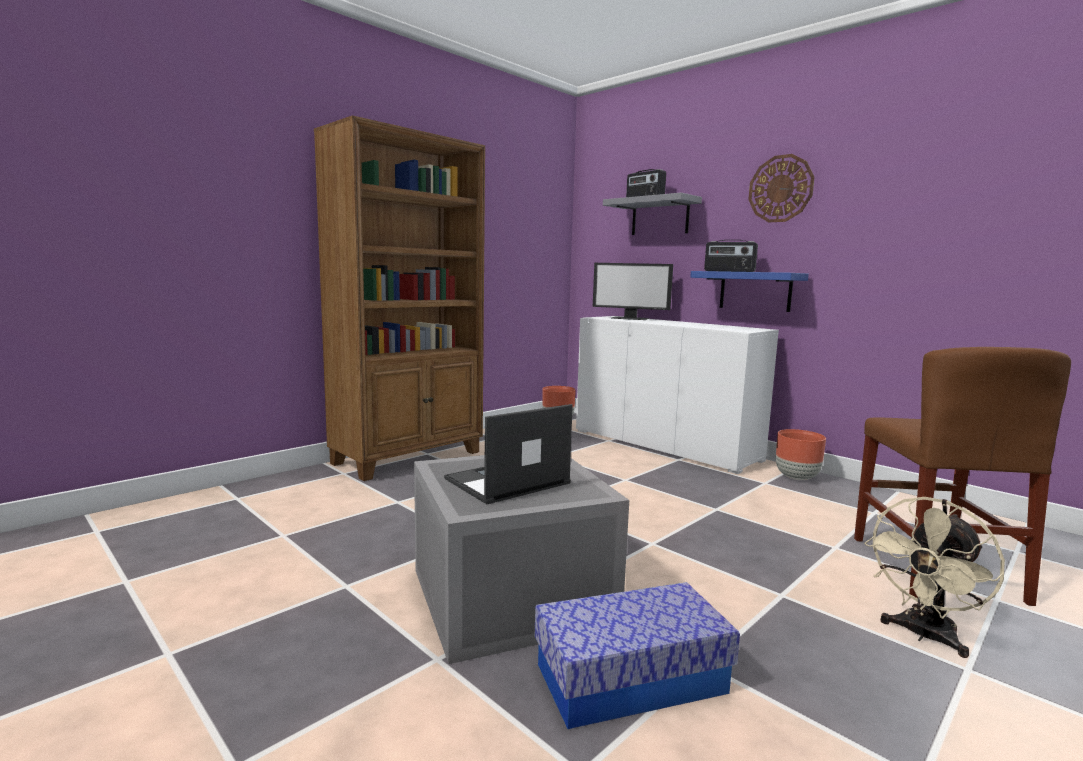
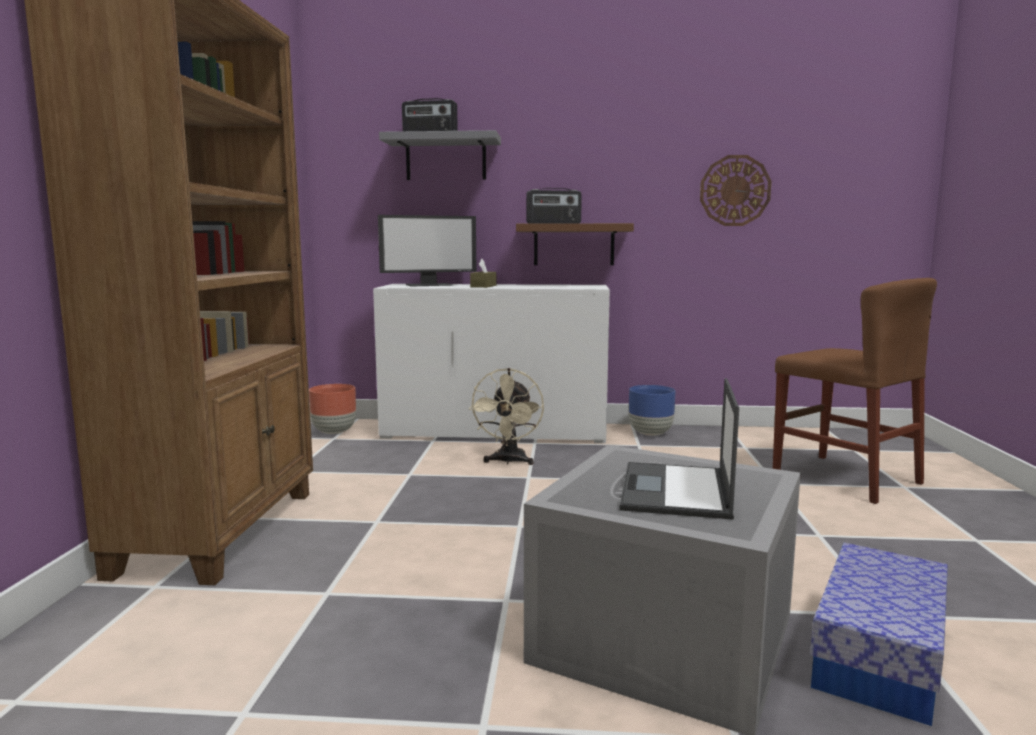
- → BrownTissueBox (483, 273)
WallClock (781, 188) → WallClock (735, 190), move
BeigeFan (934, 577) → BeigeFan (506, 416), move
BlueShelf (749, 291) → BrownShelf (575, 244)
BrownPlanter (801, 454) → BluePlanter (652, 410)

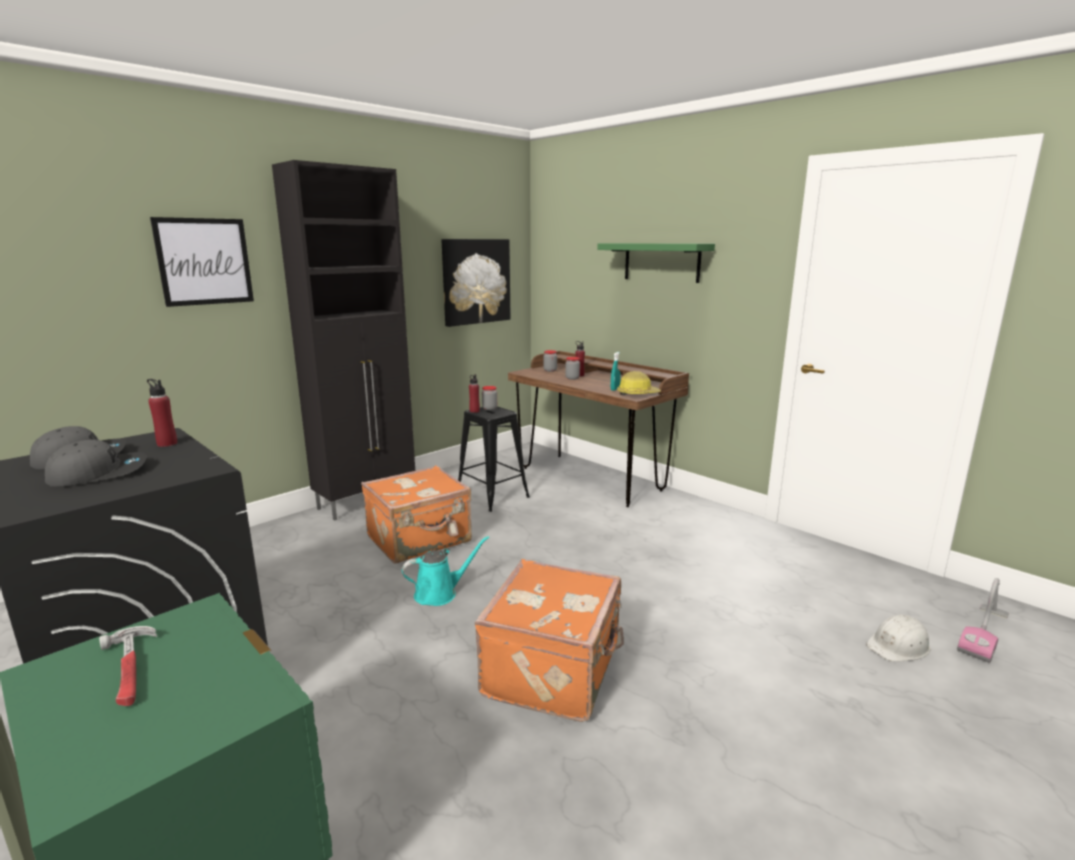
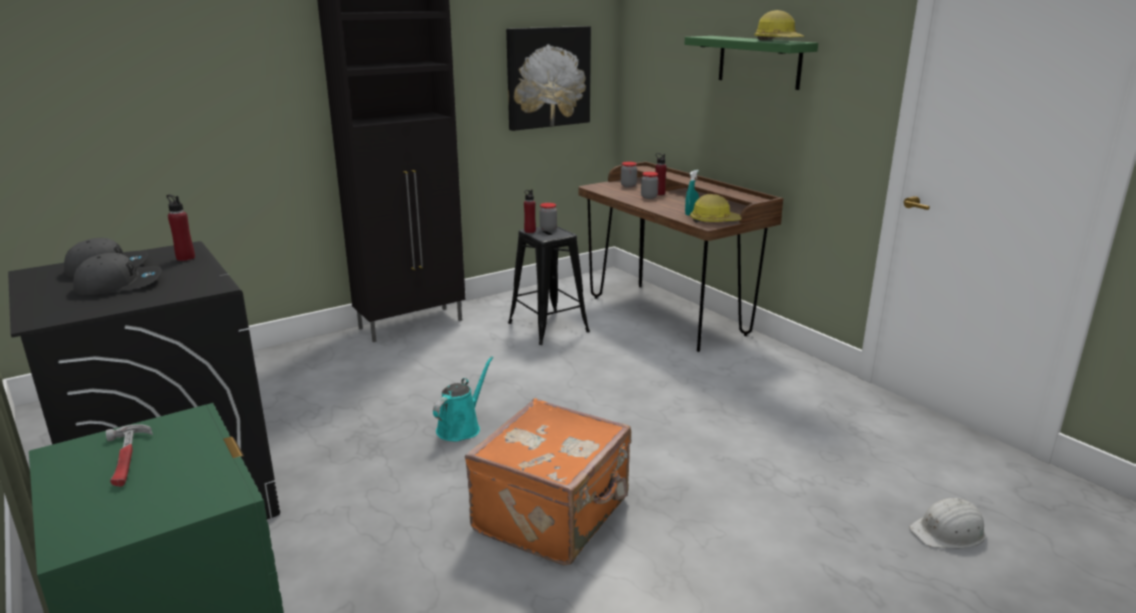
Picture (202, 262) → -
OrangeSuitcase (416, 514) → -
VacuumCleaner (983, 620) → -
- → HardHat (779, 25)
TurquoiseWateringCan (445, 571) → TurquoiseWateringCan (463, 398), 45 degrees counterclockwise

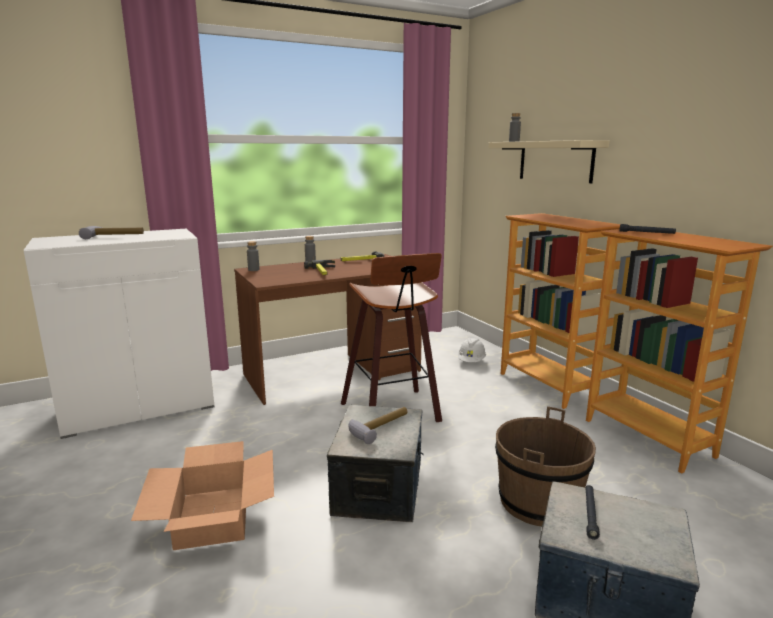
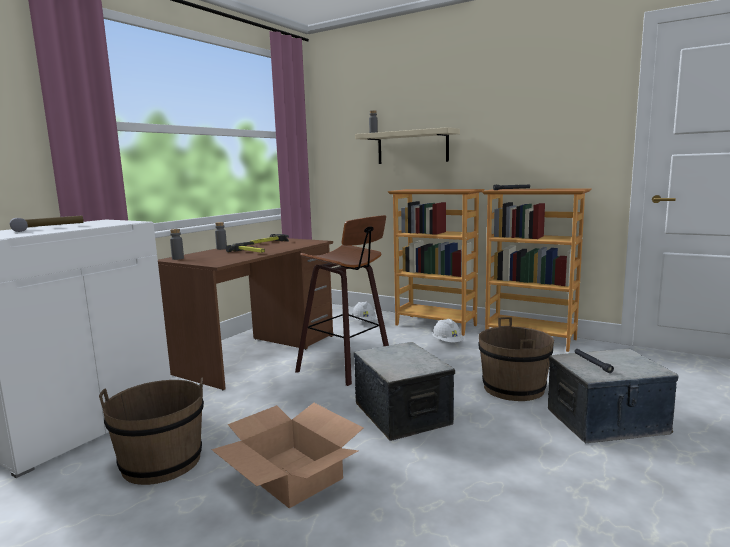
Hammer (377, 425) → -
- → BrownBucket (151, 431)
- → WhiteHardHat (448, 330)

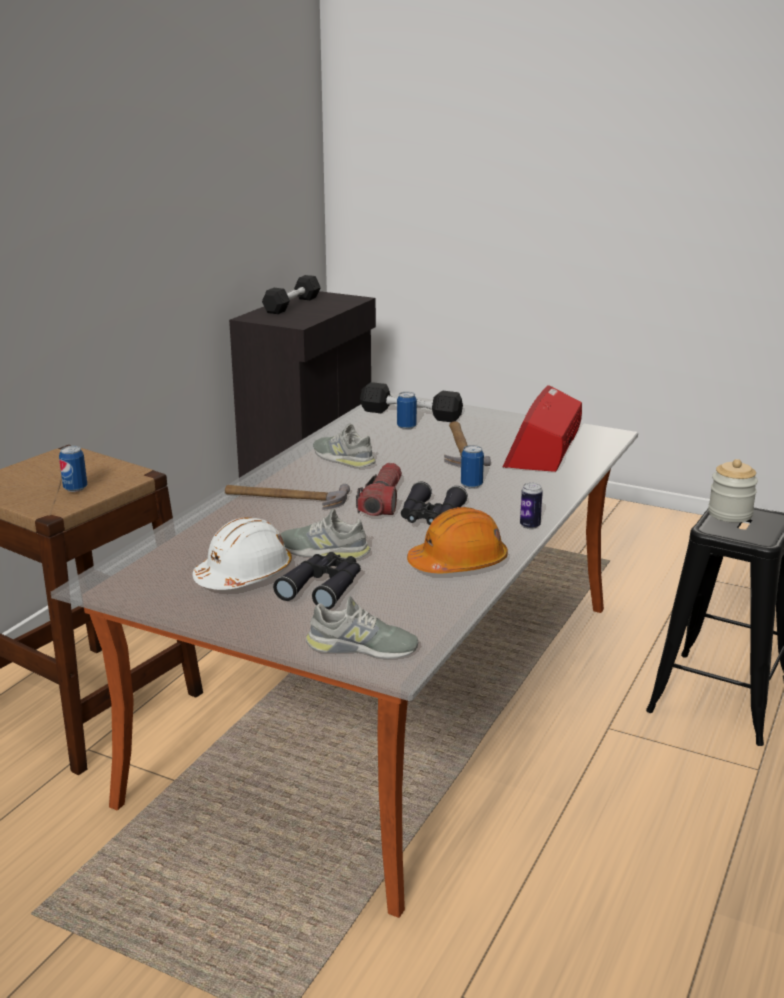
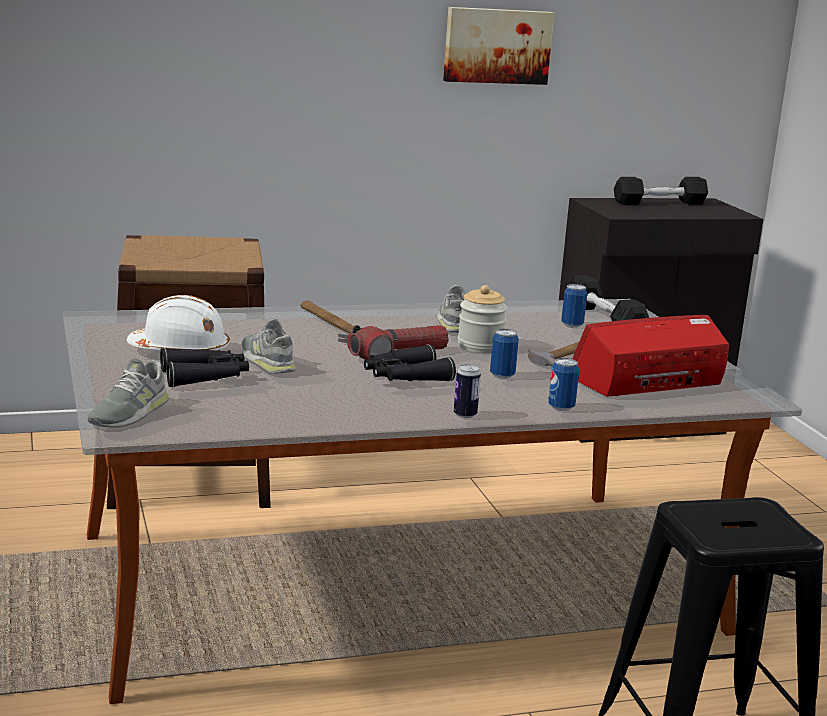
OrangeHardHat (457, 540) → -
- → Picture (498, 46)
Can (73, 469) → Can (563, 384), move
Jar (733, 491) → Jar (482, 319), move
GreyShoe (362, 627) → GreyShoe (128, 393), 60 degrees clockwise

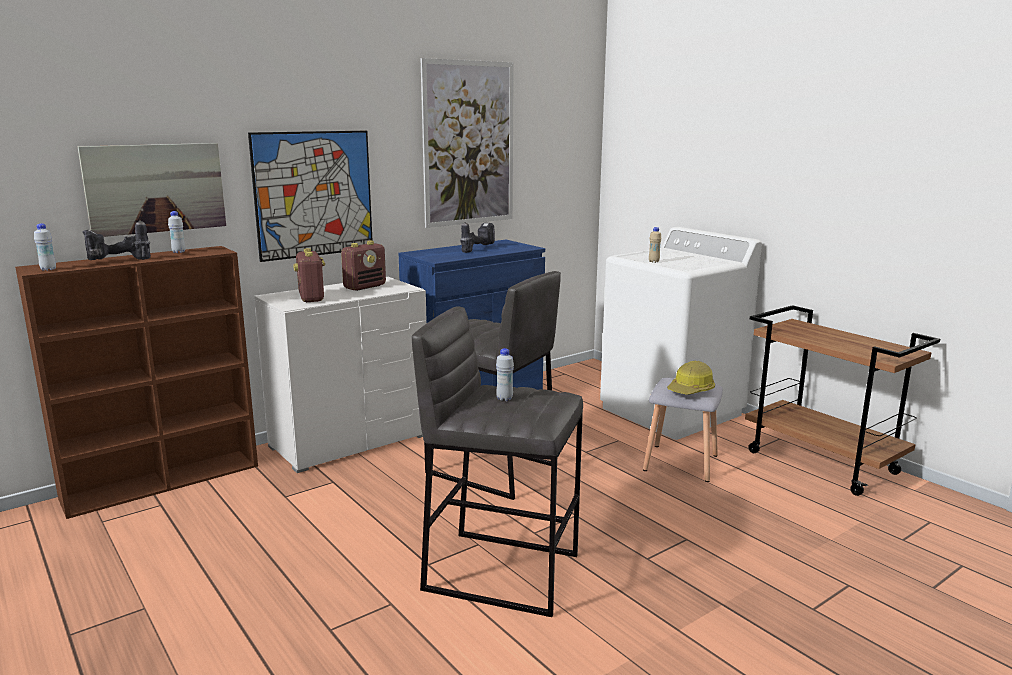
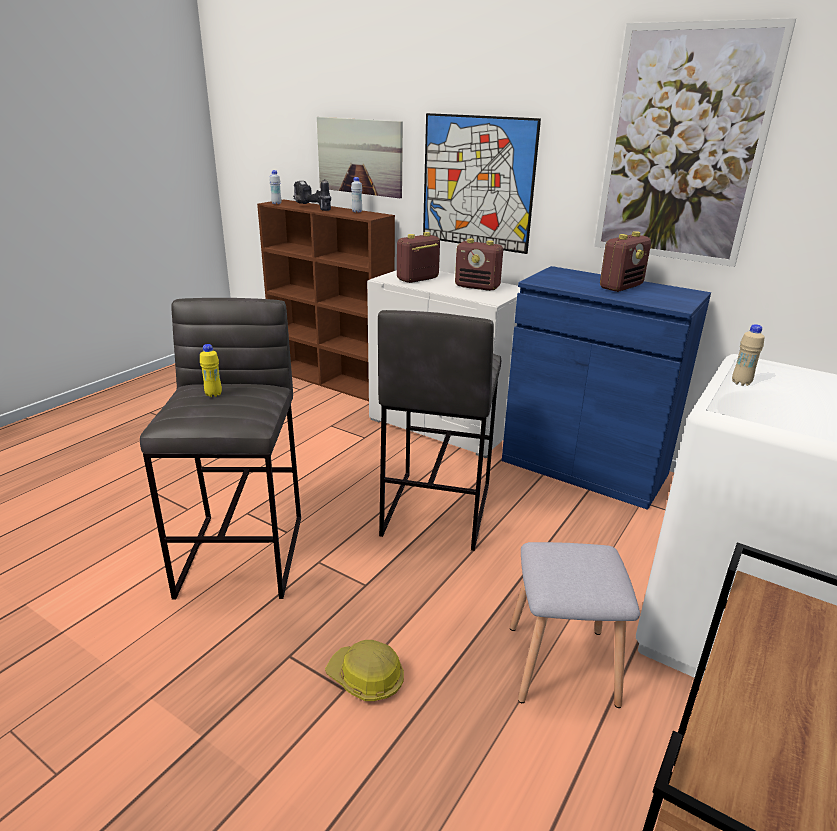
HardHat (691, 377) → HardHat (364, 670), move
PowerDrill (477, 237) → Radio (625, 261)
WhiteBottle (505, 374) → YellowBottle (211, 370)

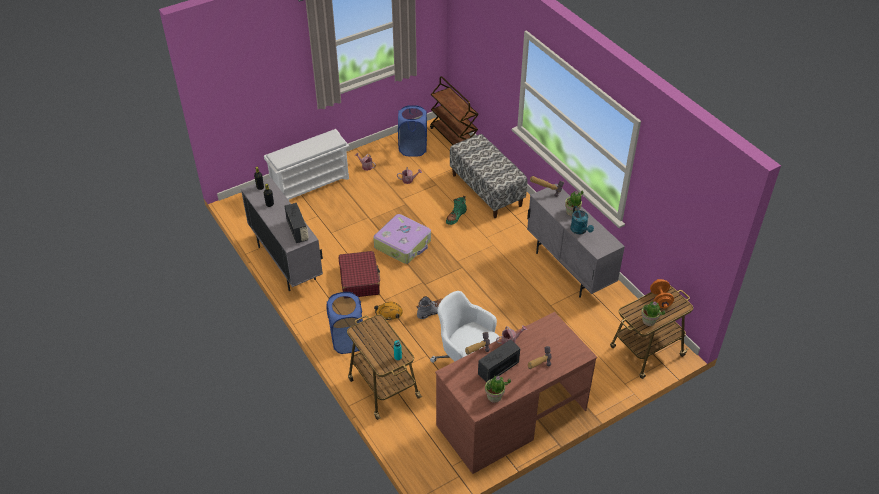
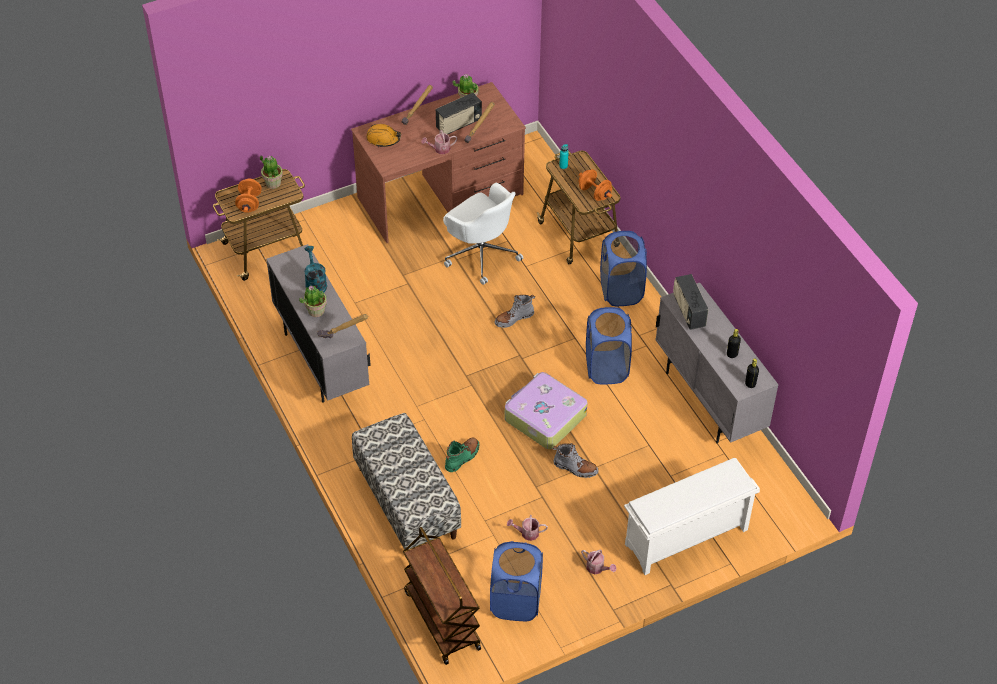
- → GreyBoot (576, 460)
- → OrangeDumbbell (595, 185)
OrangeHardHat (388, 311) → OrangeHardHat (383, 135), move
RedSuitcase (359, 274) → BlueLaundryBasket (609, 345)

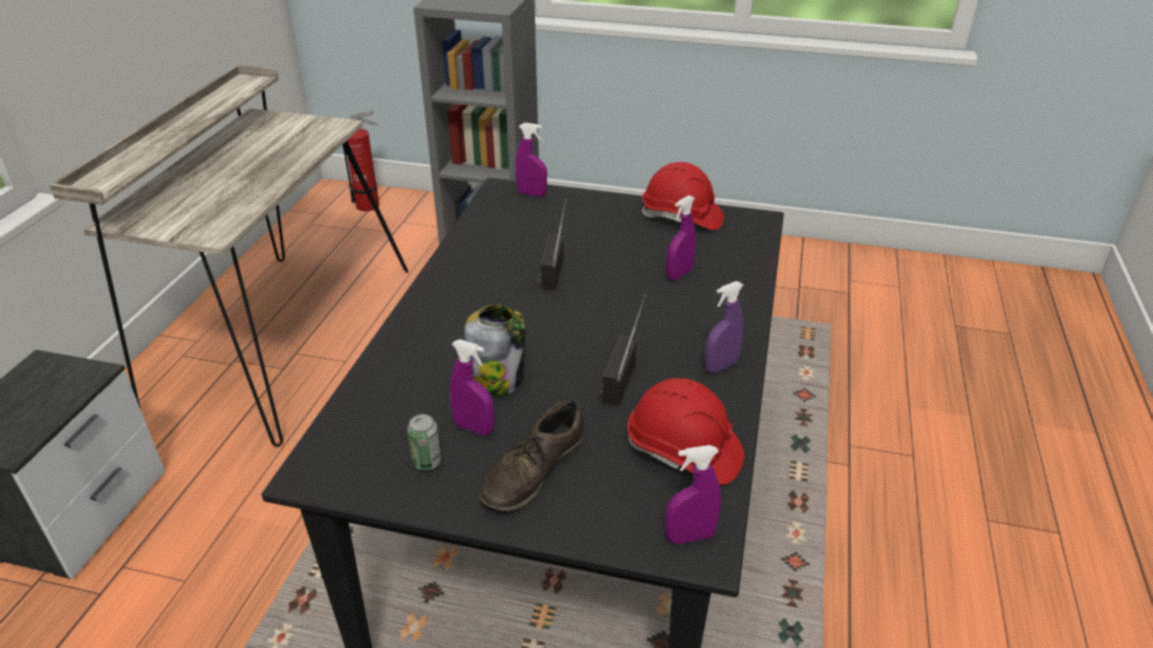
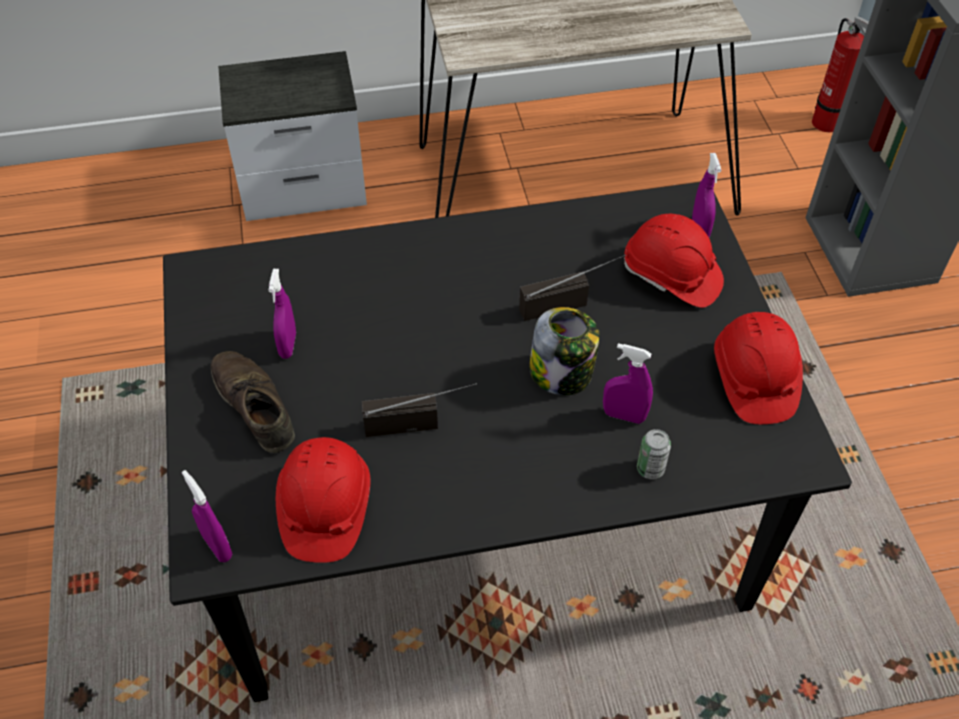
PurpleSprayBottle (723, 327) → -
- → RedHardHat (674, 261)
Can (424, 442) → Can (654, 454), move
Jar (495, 351) → Jar (564, 351), move
BrownShoe (531, 455) → BrownShoe (253, 402), 45 degrees clockwise

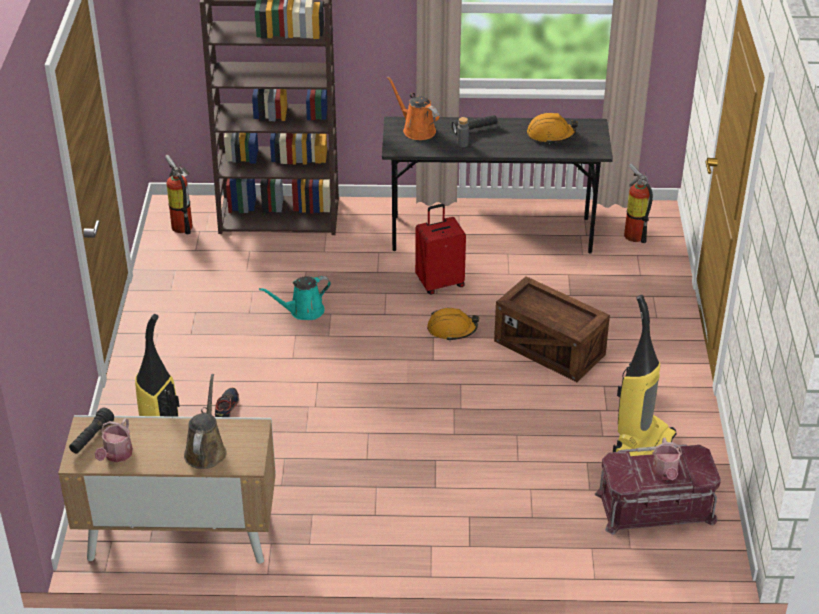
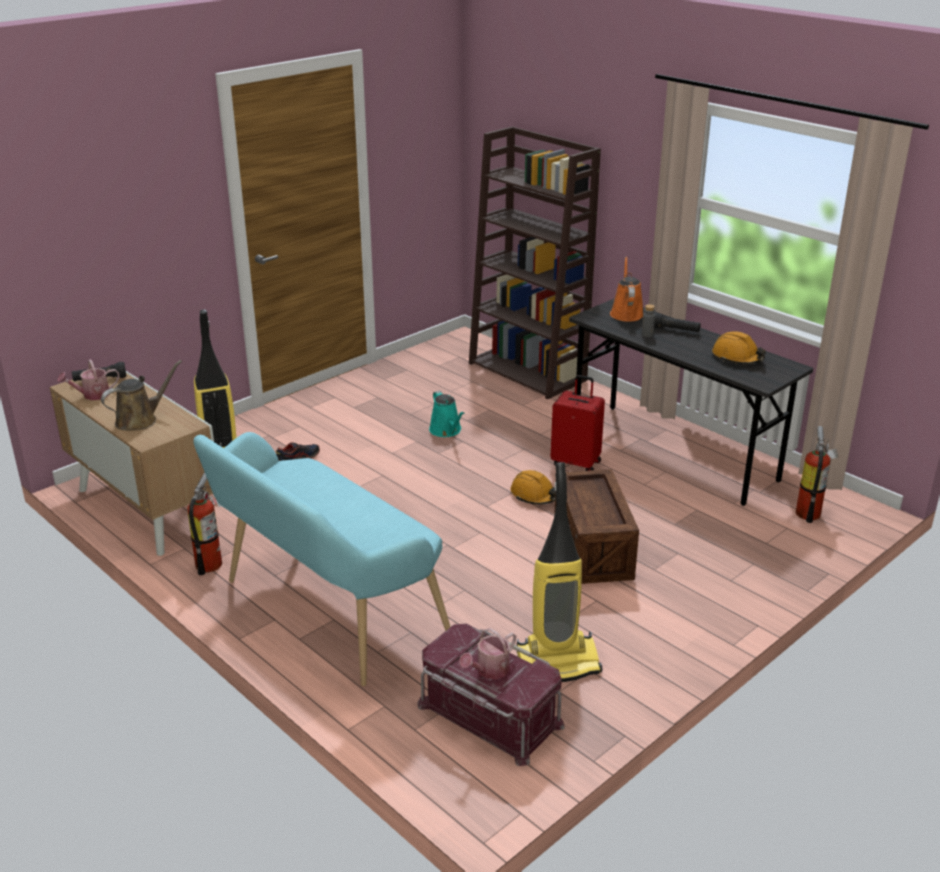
- → TurquoiseBench (321, 559)
FireExtinguisher (179, 194) → FireExtinguisher (204, 523), move
TurquoiseWateringCan (295, 298) → TurquoiseWateringCan (446, 414), 135 degrees counterclockwise

